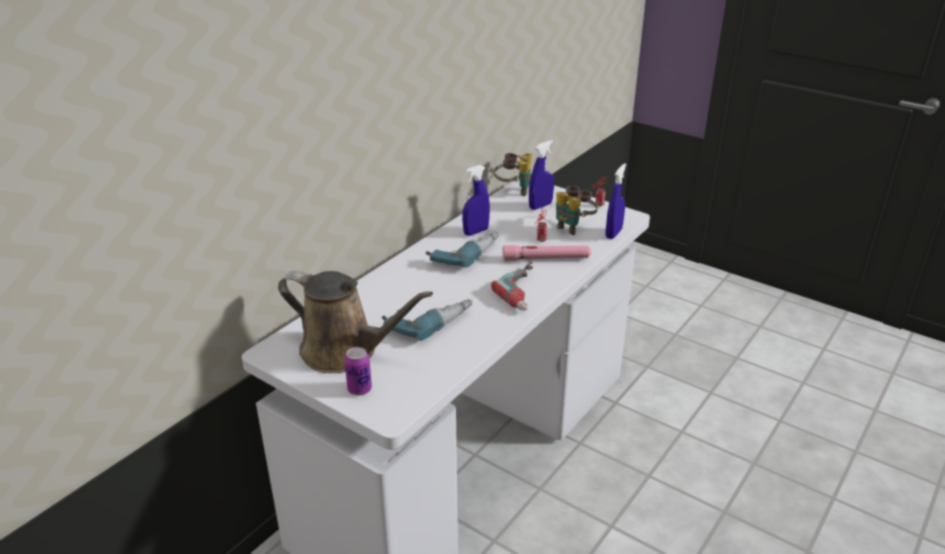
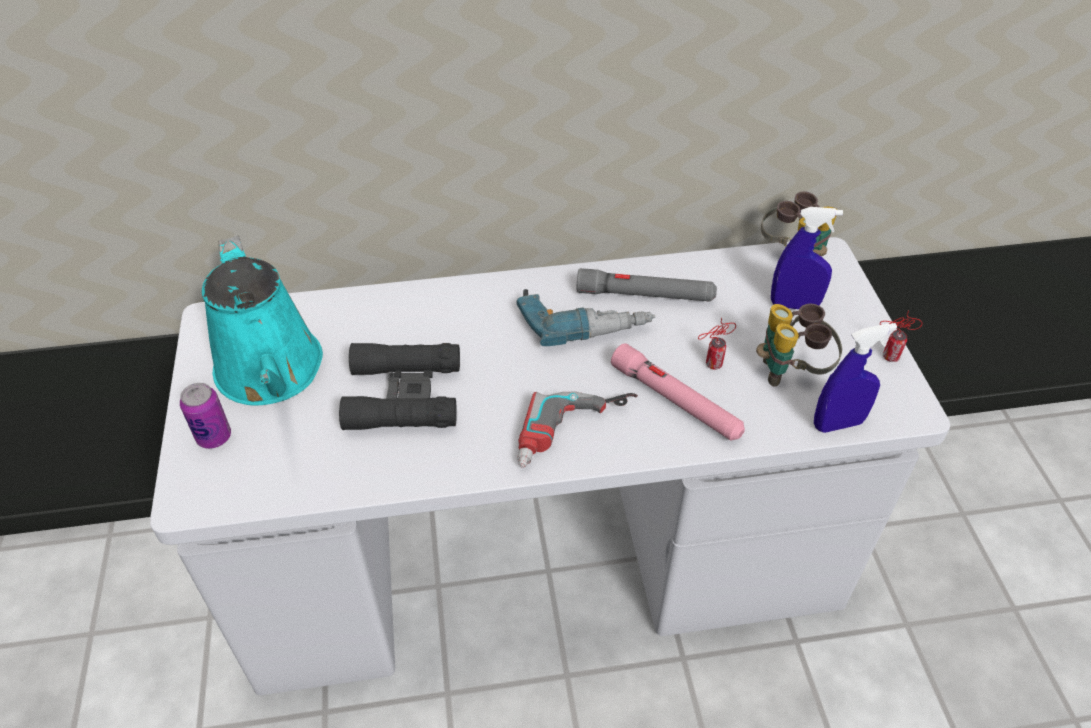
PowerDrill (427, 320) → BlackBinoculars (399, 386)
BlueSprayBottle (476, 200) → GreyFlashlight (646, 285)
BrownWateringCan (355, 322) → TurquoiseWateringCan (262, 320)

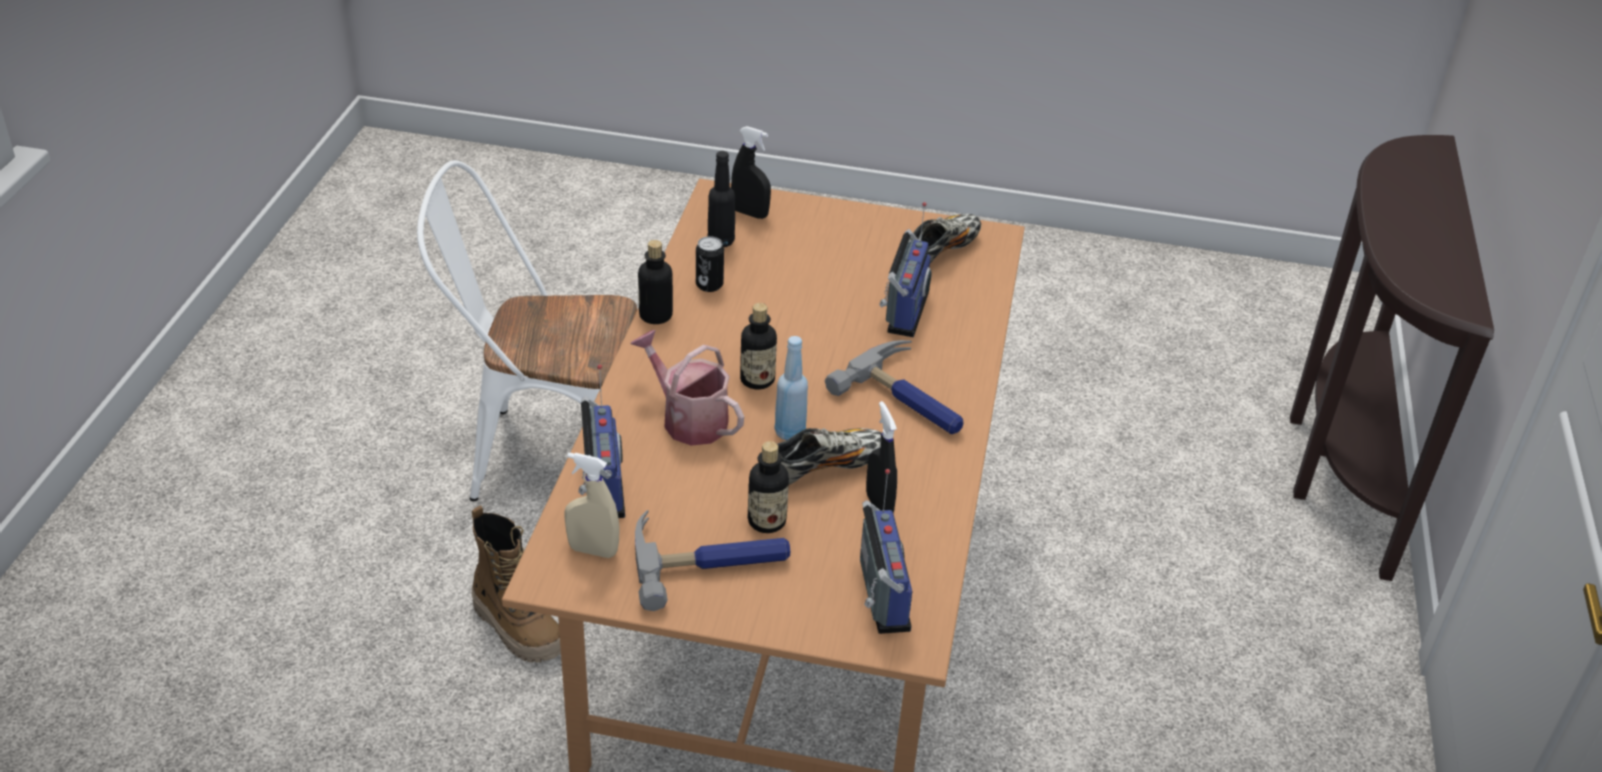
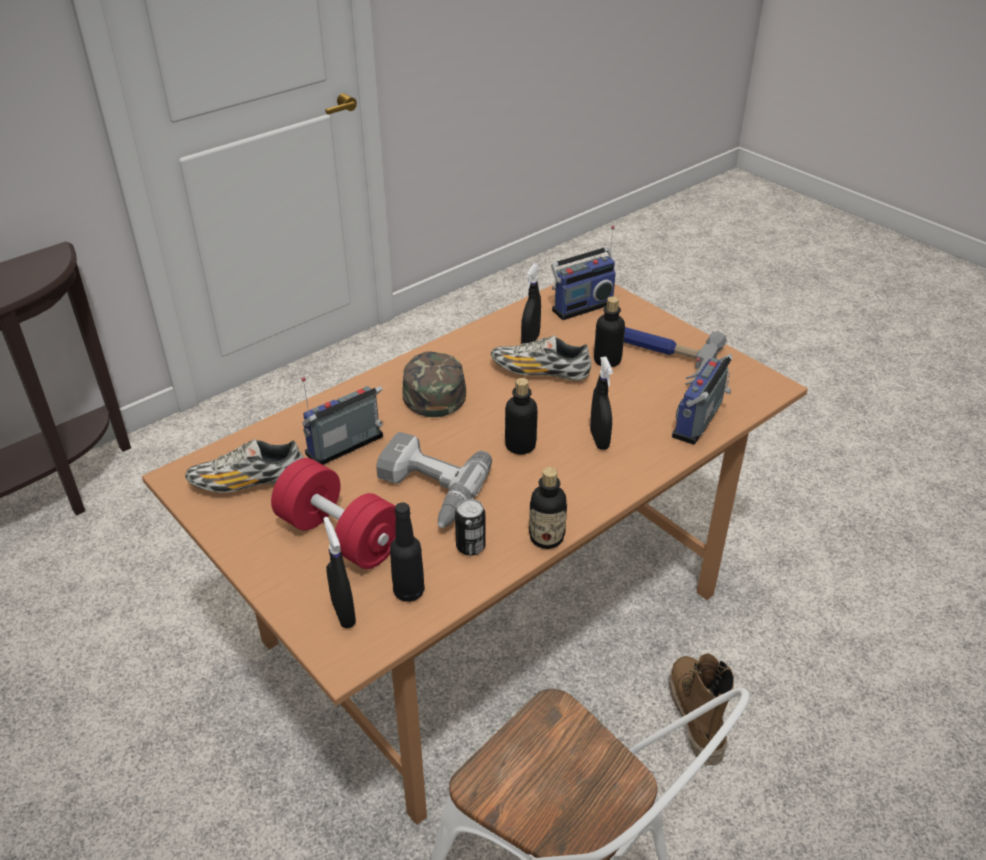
BeigeSprayBottle (591, 505) → -
BlueBottle (791, 388) → -
- → RedDumbbell (333, 513)
- → PowerDrill (434, 480)
WateringCan (687, 388) → BlackSprayBottle (601, 403)
Hammer (894, 387) → GreenCap (434, 384)
Radio (886, 551) → Radio (583, 272), 150 degrees counterclockwise

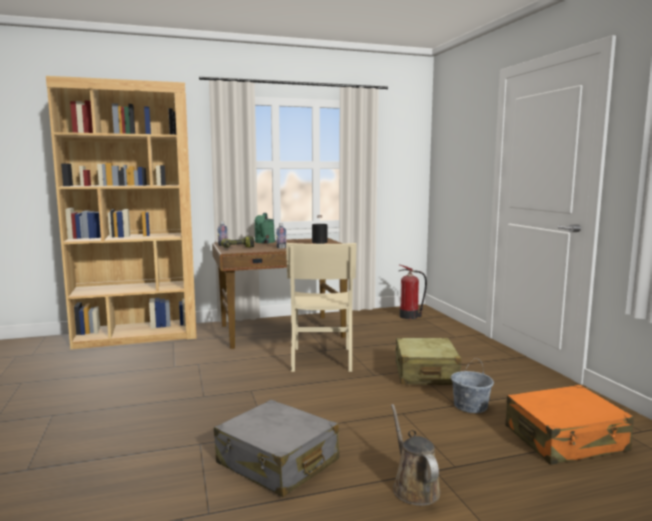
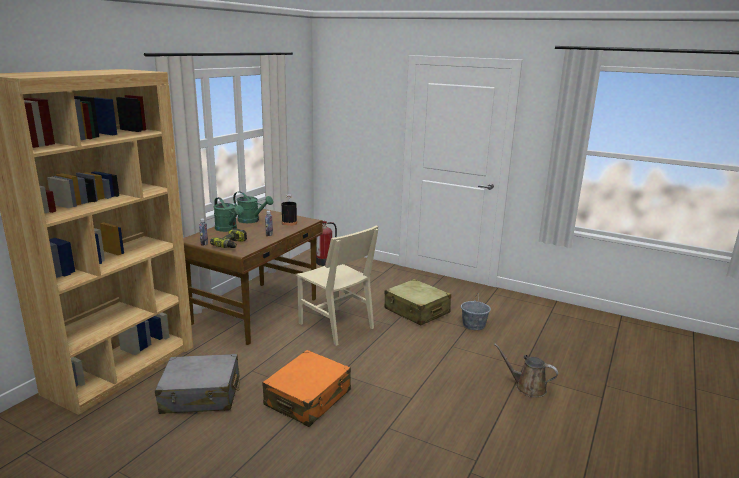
- → GreenWateringCan (253, 207)
GreySuitcase (276, 448) → GreySuitcase (197, 384), move
OrangeSuitcase (569, 425) → OrangeSuitcase (307, 388), move

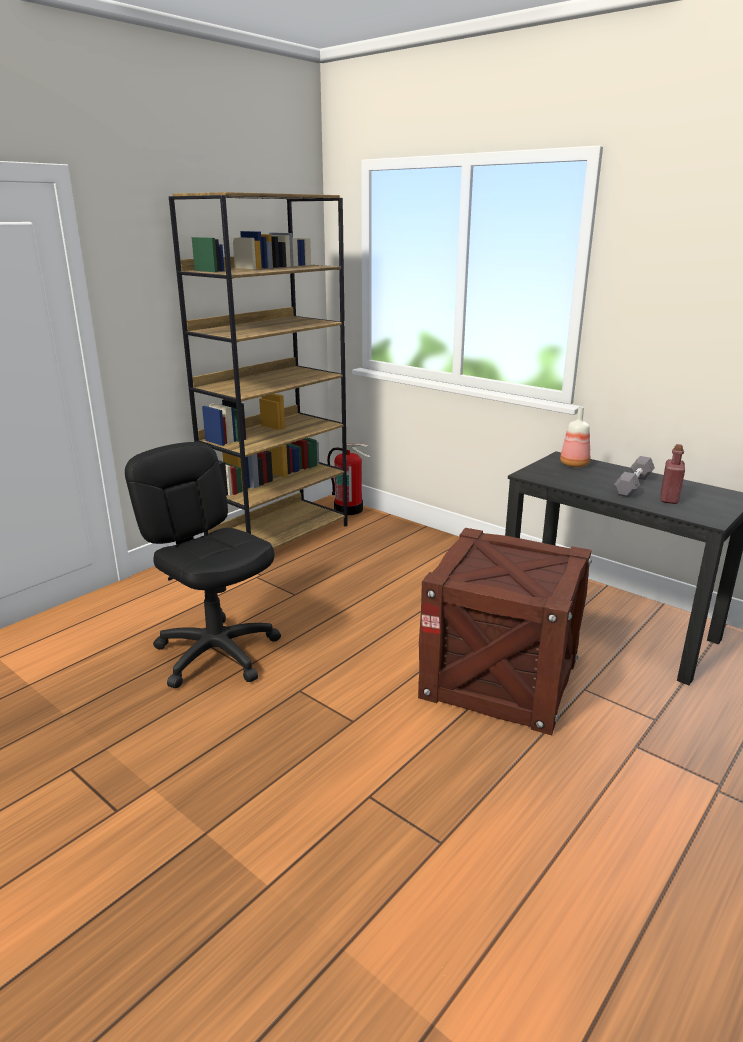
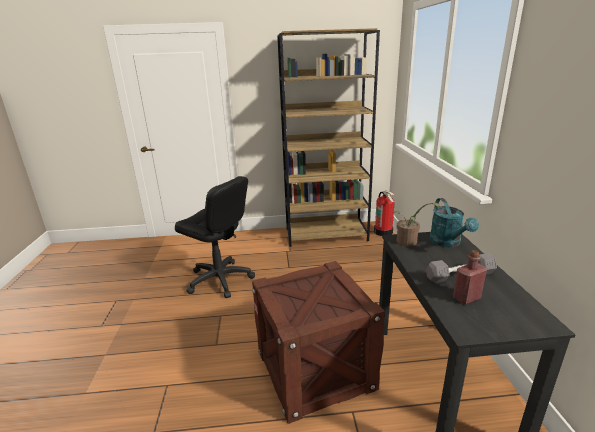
- → PottedPlant (417, 224)
Bottle (575, 436) → TurquoiseWateringCan (454, 222)
BlackOfficeChair (203, 565) → BlackOfficeChair (215, 237), 120 degrees clockwise

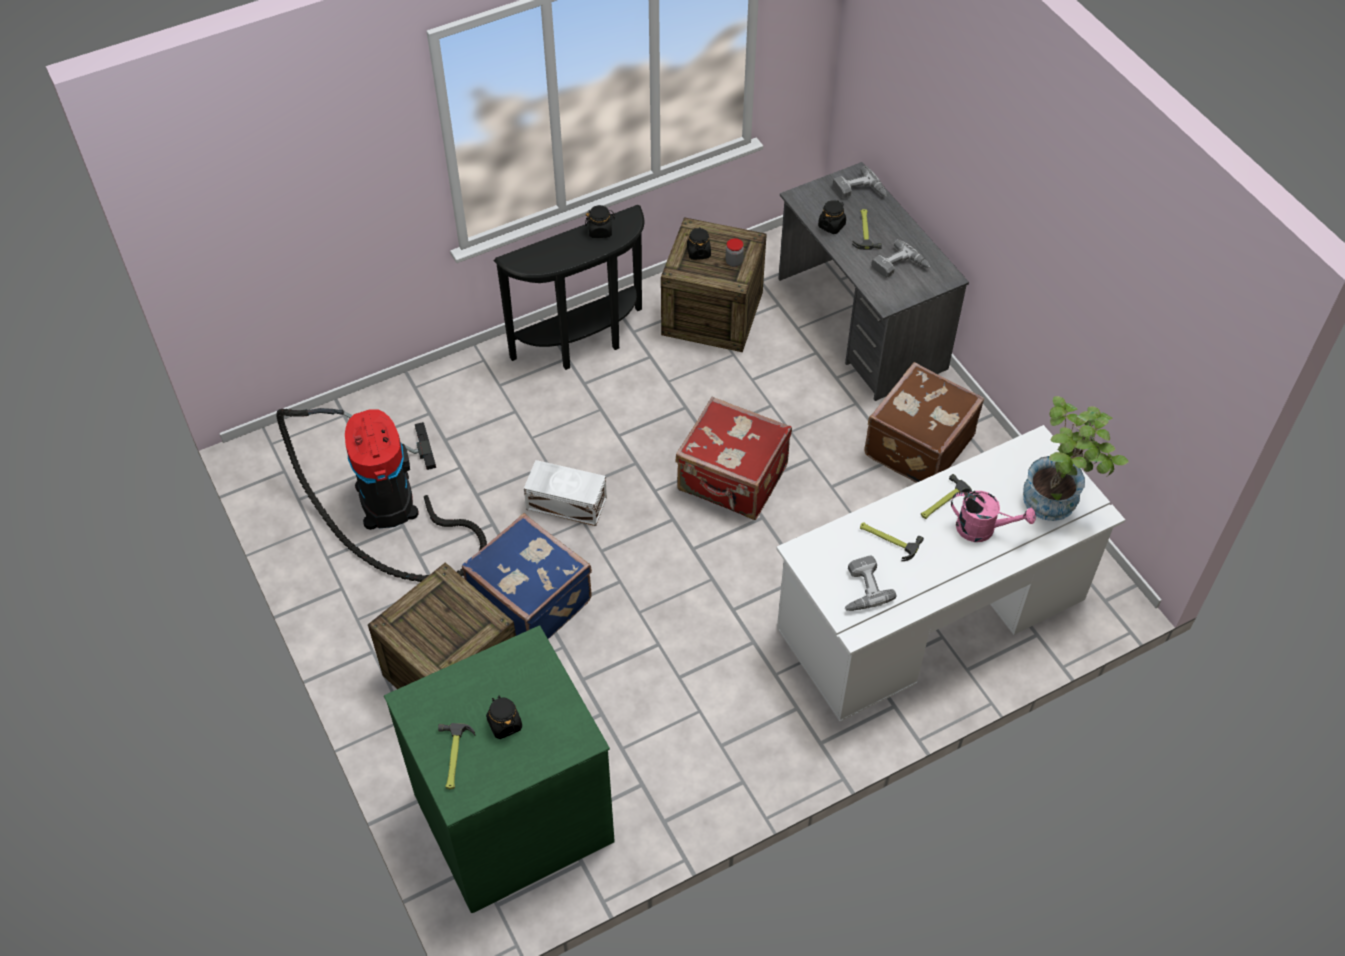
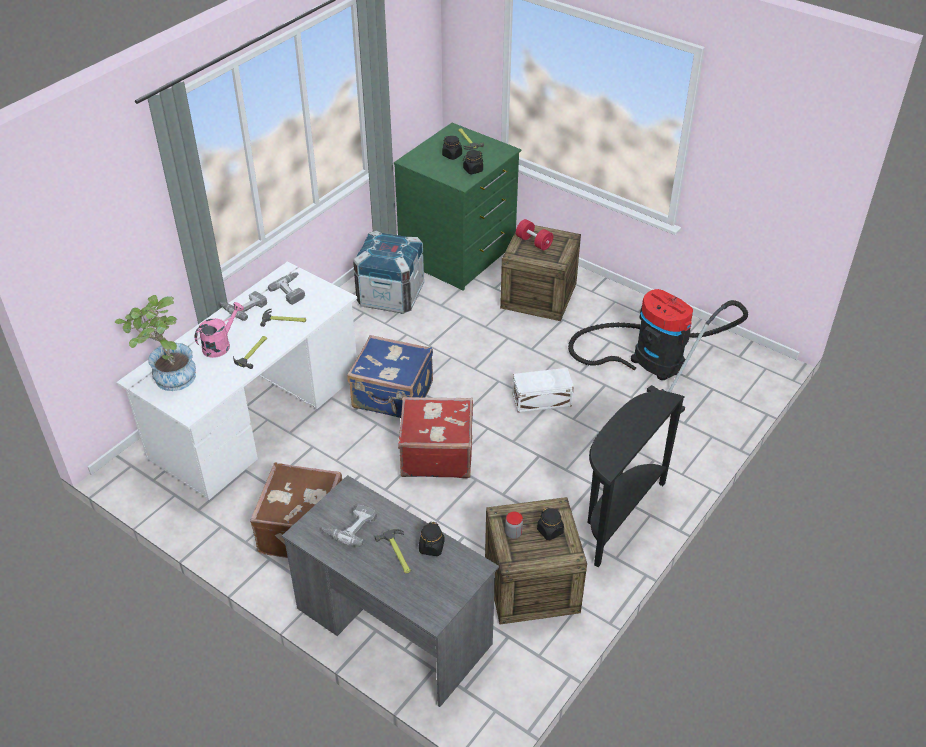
- → Crate (388, 272)
- → RedDumbbell (534, 234)
BlueSuitcase (527, 576) → BlueSuitcase (390, 376), move
BlackJar (600, 221) → BlackJar (473, 162), move
PowerDrill (860, 182) → PowerDrill (243, 306), move
PinkWateringCan (993, 516) → PinkWateringCan (219, 330), 135 degrees clockwise

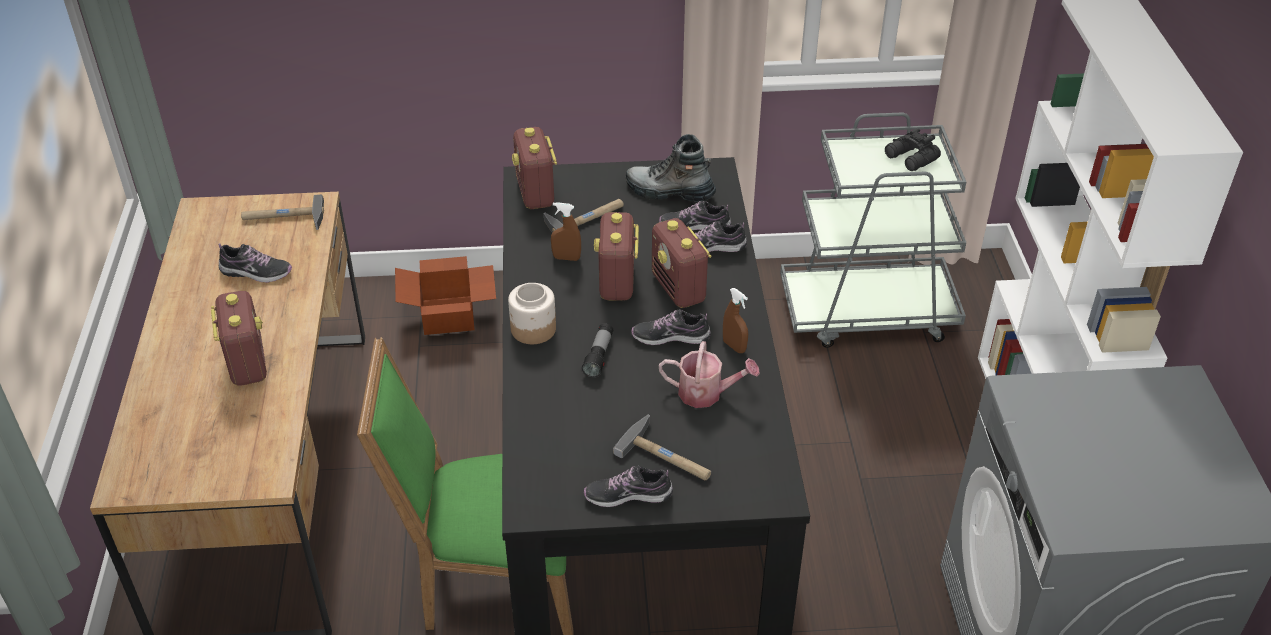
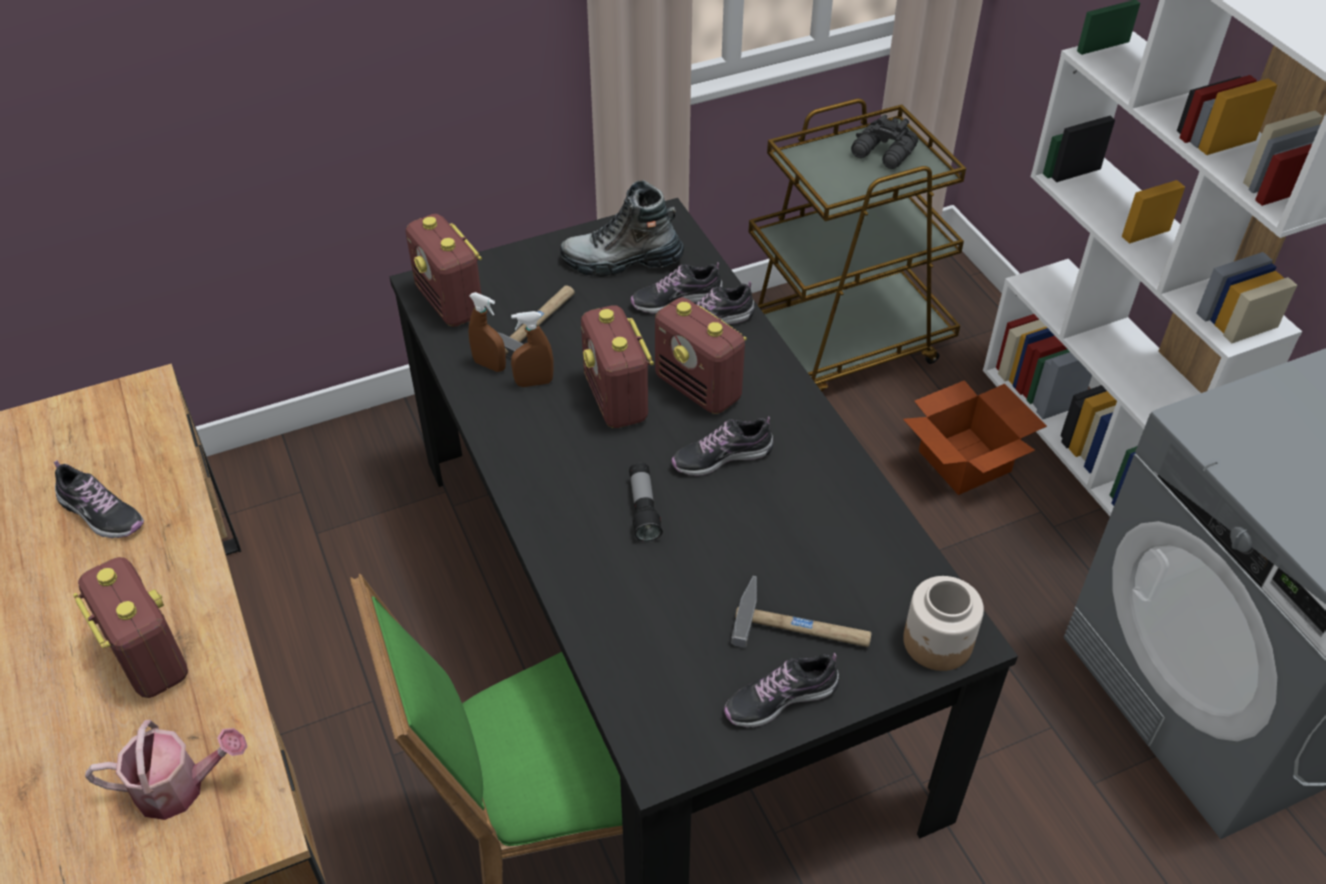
Hammer (282, 212) → -
CardboardBox (445, 295) → CardboardBox (975, 437), move
Jar (532, 313) → Jar (943, 623), move
WateringCan (709, 374) → WateringCan (166, 769), move
BrownSprayBottle (735, 320) → BrownSprayBottle (487, 332), move
GreyCart (873, 230) → BrownCart (857, 245)
Shoe (255, 263) → Shoe (99, 499), 45 degrees clockwise

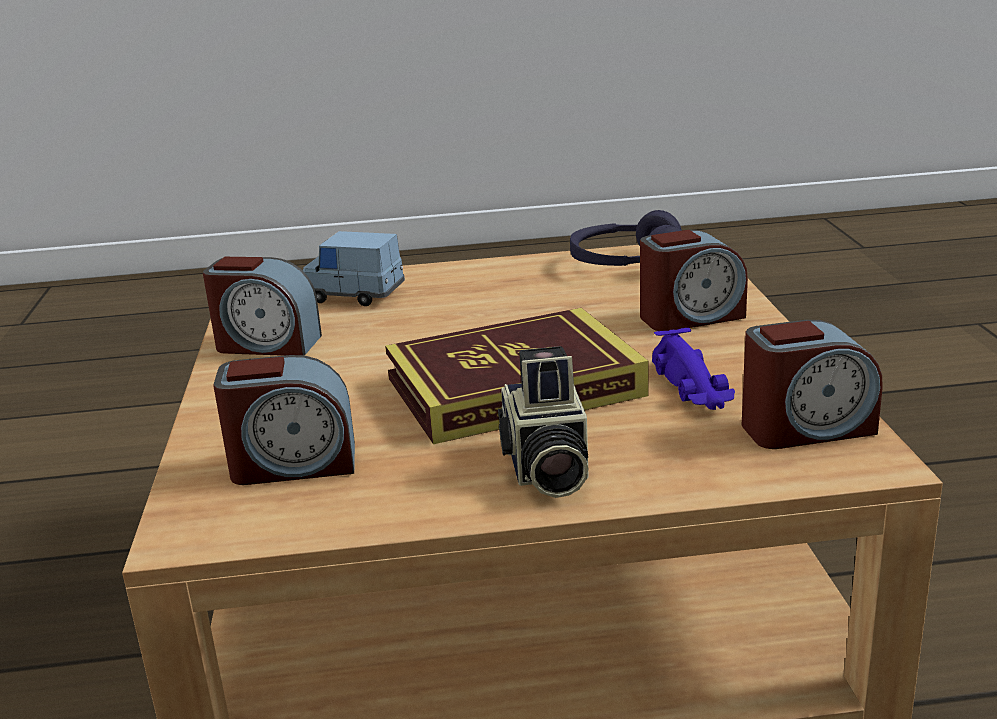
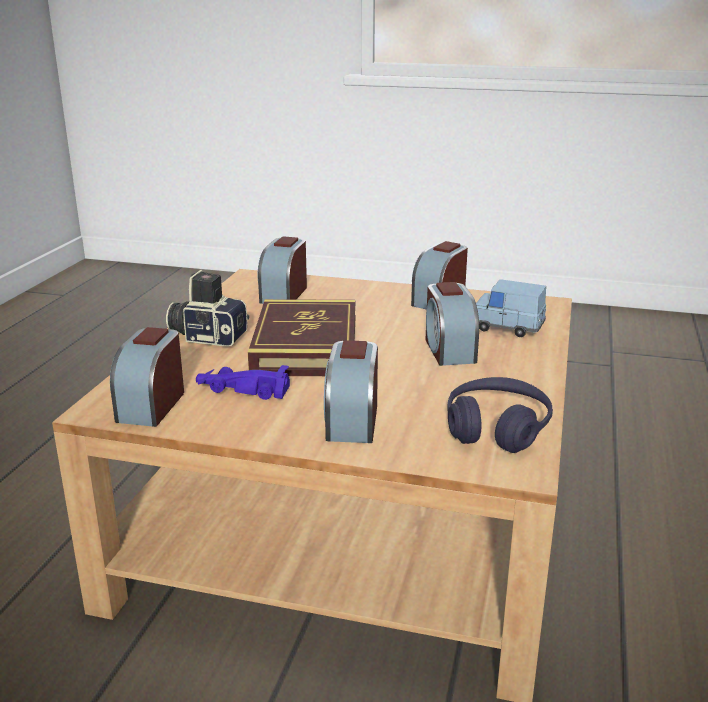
- → AlarmClock (452, 324)
BlueToyCar (354, 268) → BlueToyCar (511, 308), 105 degrees counterclockwise

